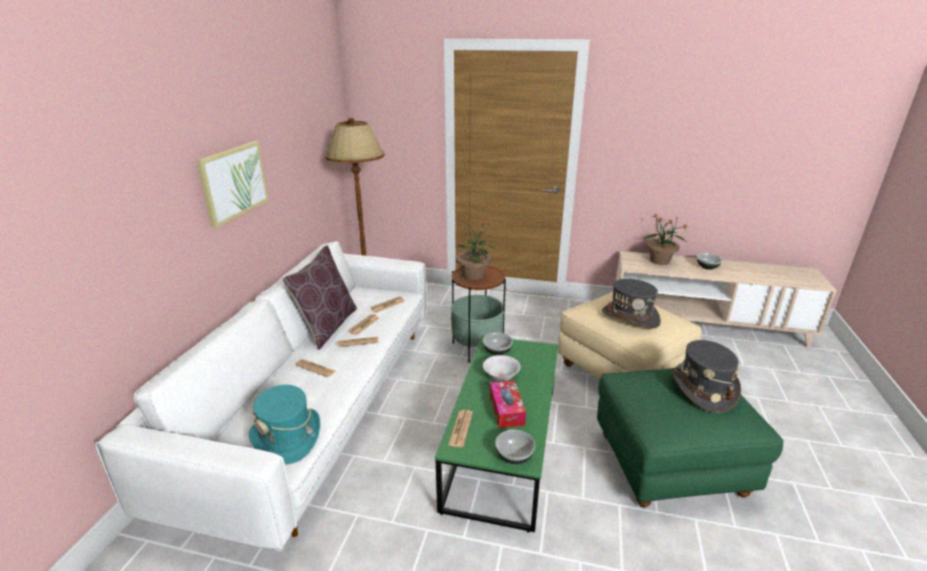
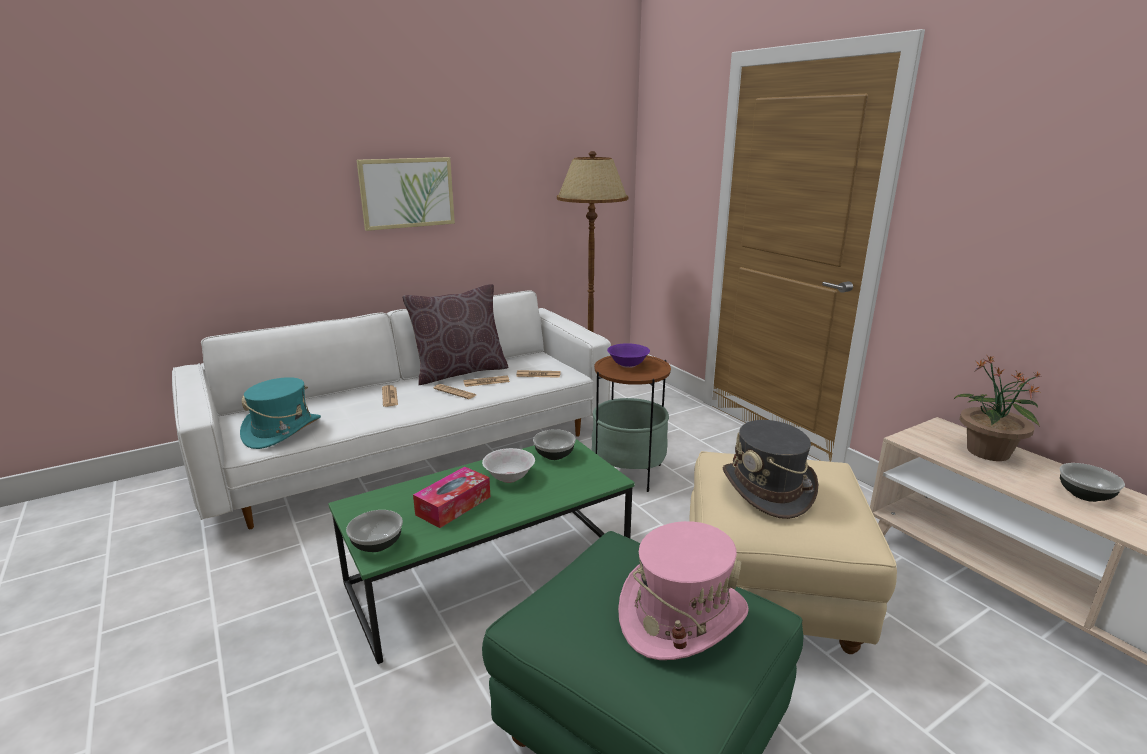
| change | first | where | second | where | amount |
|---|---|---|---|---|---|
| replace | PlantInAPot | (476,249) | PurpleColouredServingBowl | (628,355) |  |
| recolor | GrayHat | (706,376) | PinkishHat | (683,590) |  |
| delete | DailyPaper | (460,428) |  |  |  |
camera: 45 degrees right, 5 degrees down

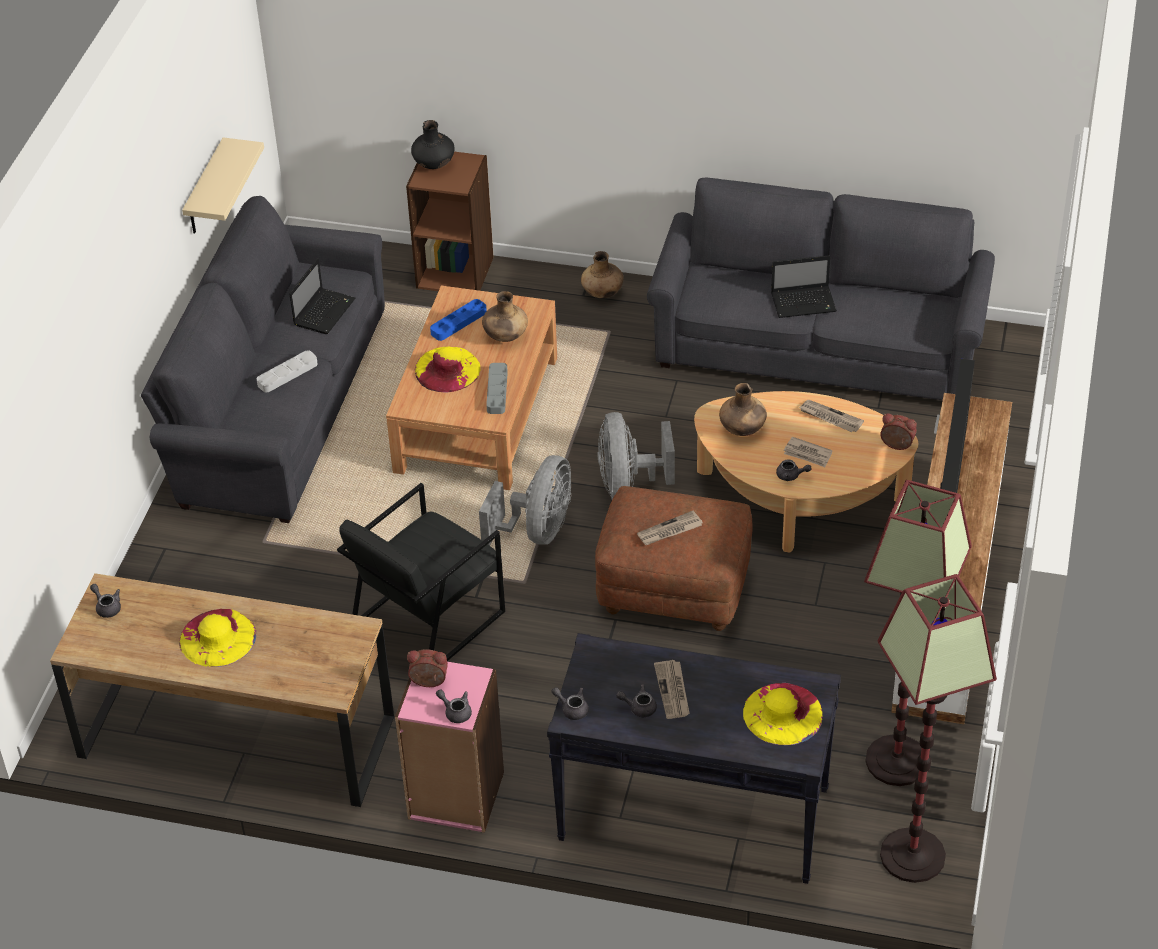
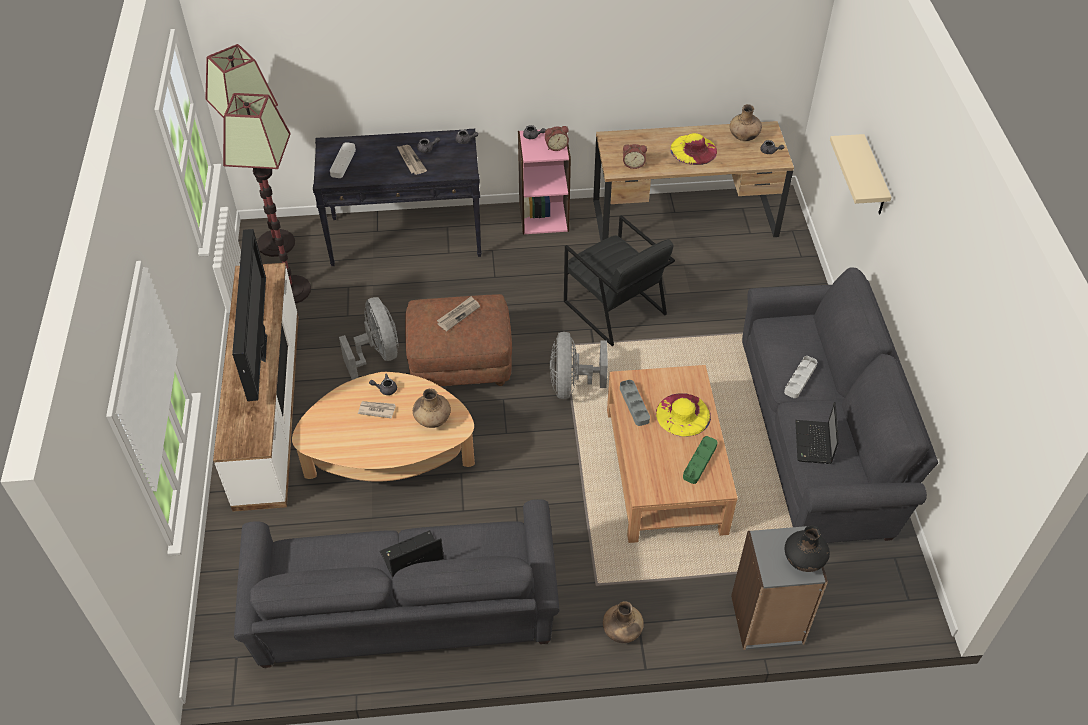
| change | first | where | second | where | amount |
|---|---|---|---|---|---|
| replace | YellowColouredHat | (783,714) | GrayCarryingTray | (343,160) |  |
| move | GrayFan | (636,455) |  | (368,338) |  |
| rotate | BlackColouredArmchair | (421,572) |  | (619,280) | 120 degrees clockwise |
| move | BedsideClock | (898,431) |  | (635,156) |  |
| recolor | BlueCarryingTray | (458,320) | GreenColouredCarryingTray | (700,460) |  |
| move | BrownishFlowerVase | (505,316) |  | (746,122) |  |
| recolor | BrownishShelvingUnit | (450,221) | GrayShelvingUnit | (779,588) |  |
| move | BeigeShelf | (223,185) |  | (861,174) |  |
| delete | DailyPaper | (831,416) |  |  |  |
camera: 160 degrees right, 5 degrees up

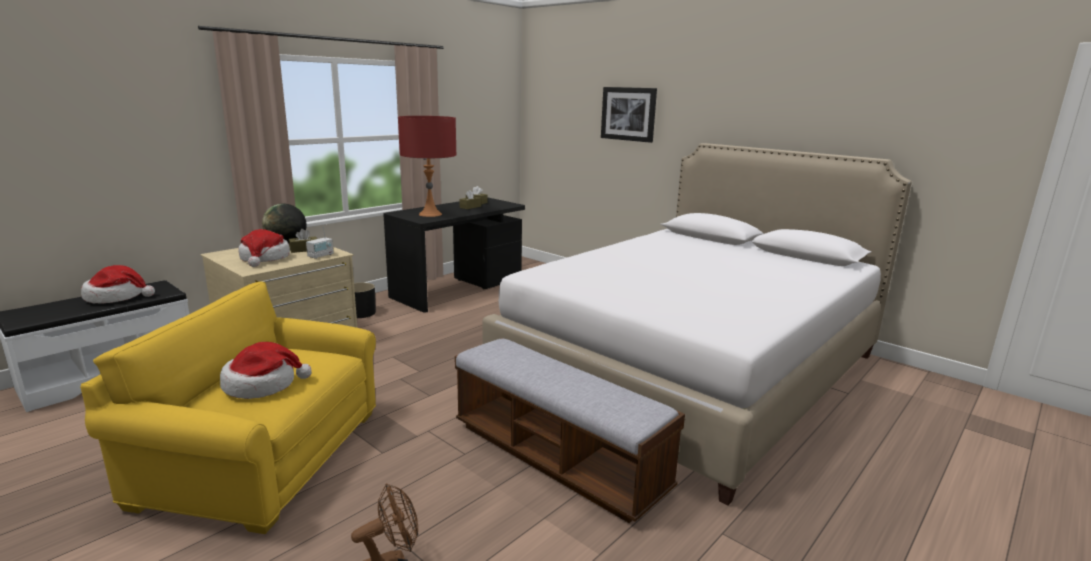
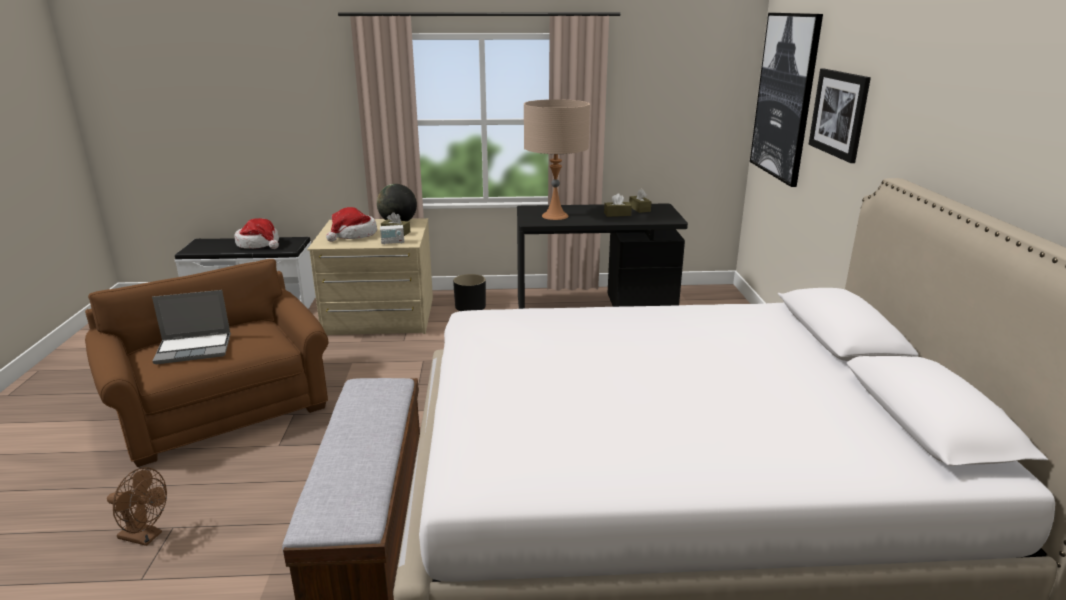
| change | first | where | second | where | amount |
|---|---|---|---|---|---|
| recolor | YellowColouredArmchair | (228,407) | BrownishArmchair | (206,363) |  |
| replace | Hat | (266,370) | PortableComputer | (191,327) |  |
| recolor | RedTableLamp | (427,166) | BeigeTableLamp | (557,159) |  |
| insert |  |  | WallArt | (786,100) |  |
camera: 45 degrees right, 5 degrees up

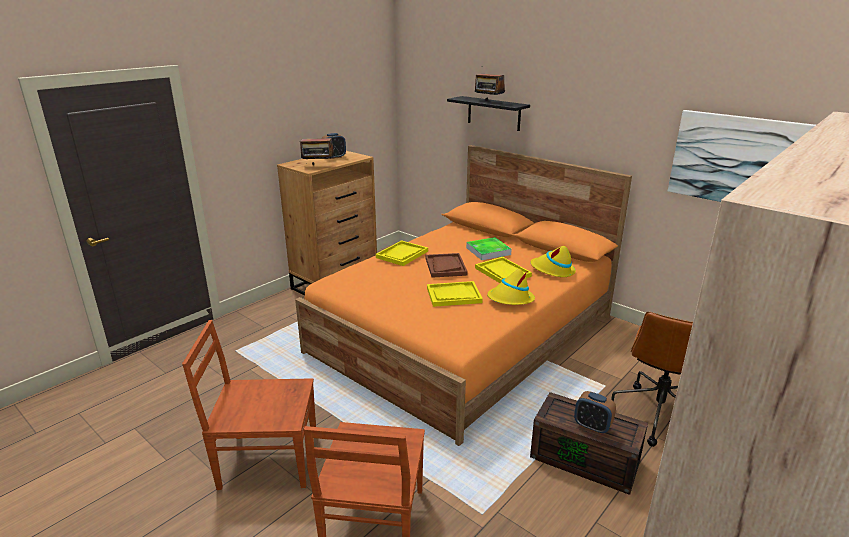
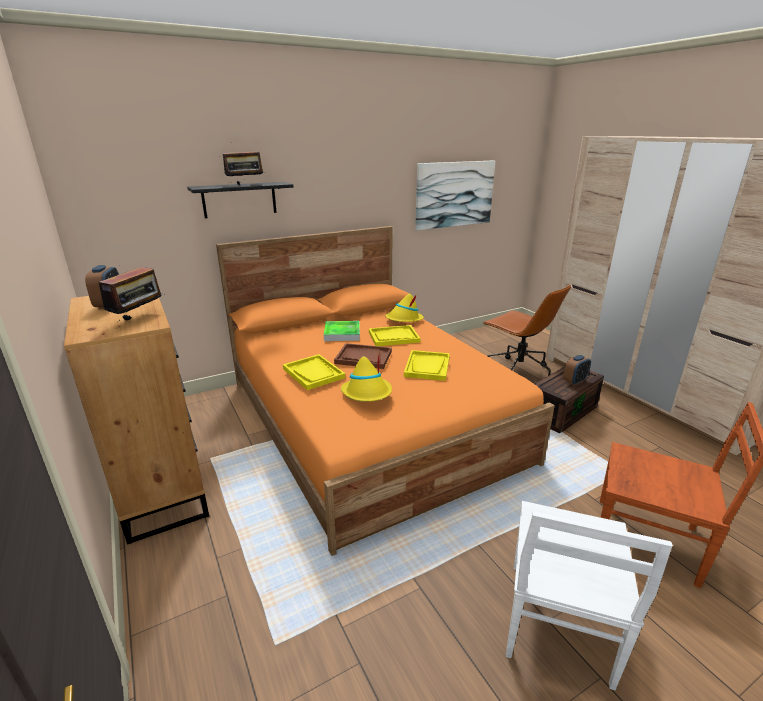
| change | first | where | second | where | amount |
|---|---|---|---|---|---|
| move | YellowColouredHat | (511,287) |  | (366,378) |  |
| recolor | BrownishPlainChair | (249,405) | WhitePlainChair | (589,595) |  |
camera: 70 degrees left, 0 degrees up

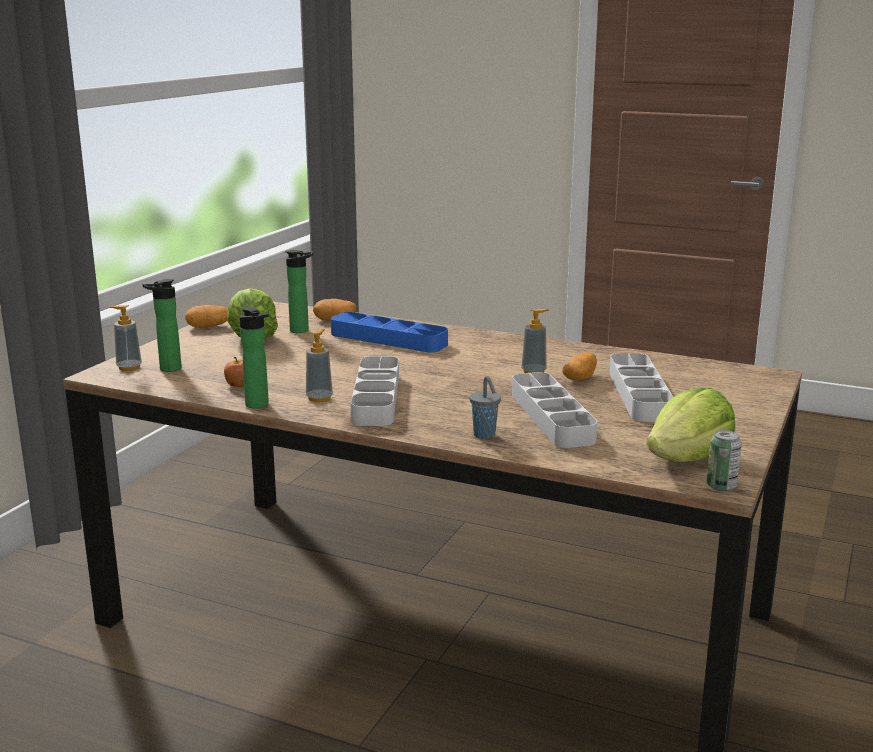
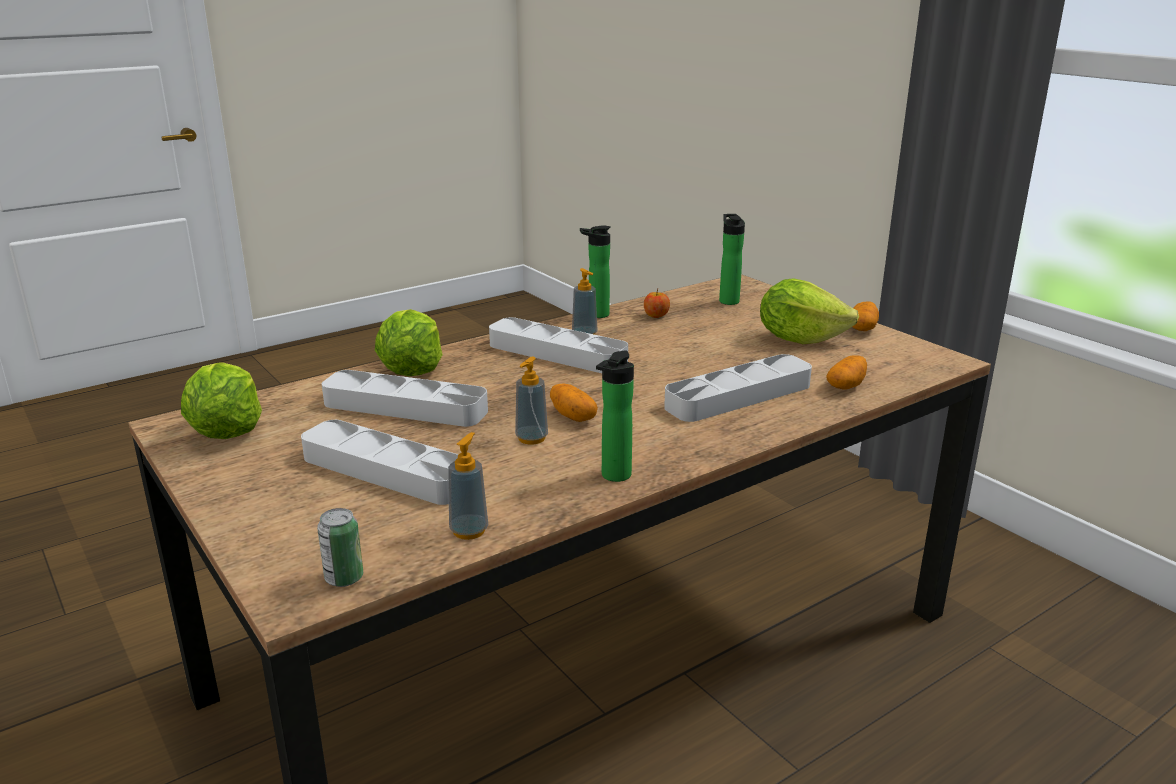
| change | first | where | second | where | amount |
|---|---|---|---|---|---|
| move | Can | (724,460) |  | (340,547) |  |
| replace | GrayDrinkingCup | (485,407) | HeadOfLettuce | (409,342) |  |
| move | SoapDispenser | (126,338) |  | (468,486) |  |
| move | WholePotato | (579,366) |  | (574,403) |  |
| move | Bottle | (299,291) |  | (615,416) |  |
| recolor | BlueCarryingTray | (389,332) | GrayCarryingTray | (738,388) |  |
camera: 120 degrees right, 5 degrees up

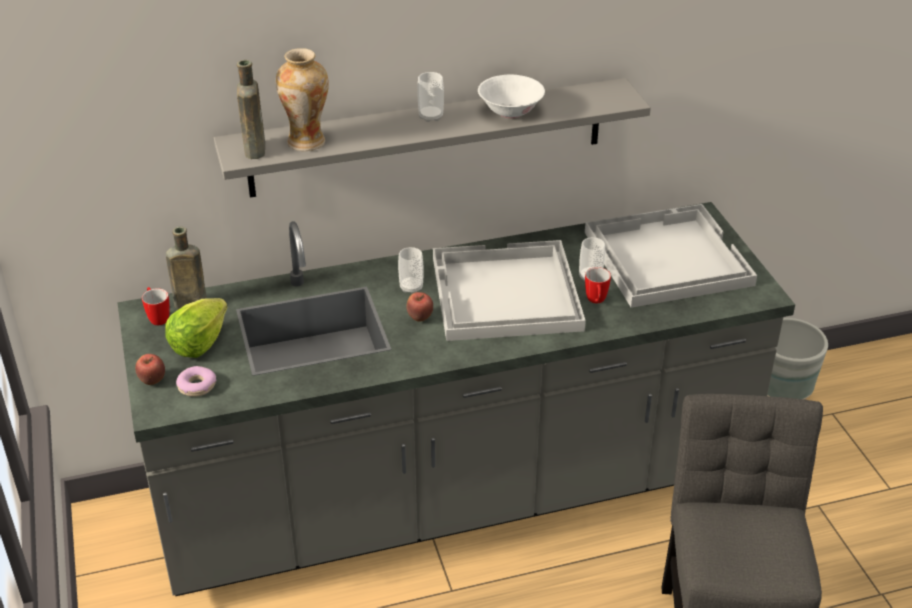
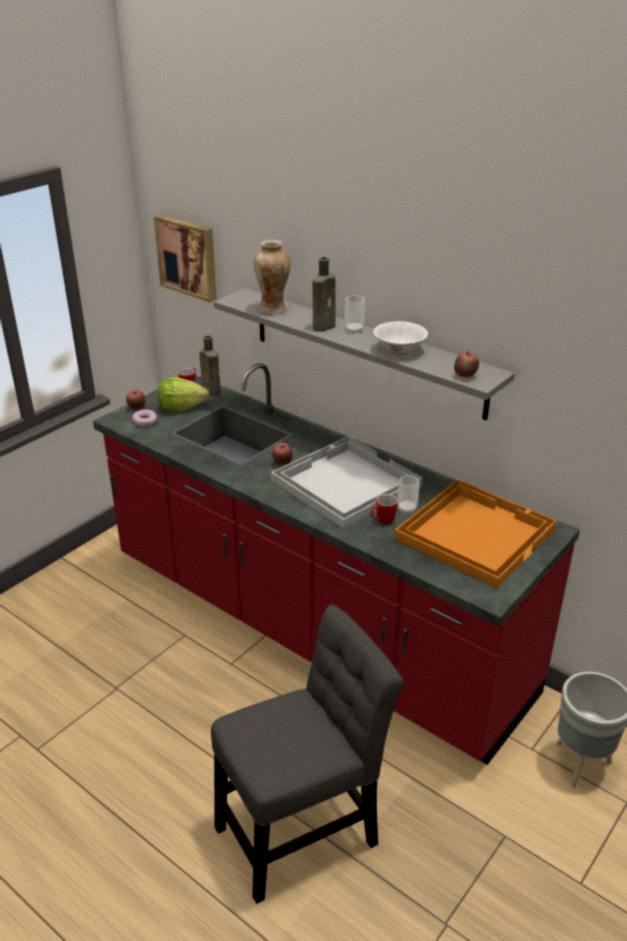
| change | first | where | second | where | amount |
|---|---|---|---|---|---|
| recolor | GrayKitchenBaseUnit | (456,399) | RedKitchenBaseUnit | (336,564) |  |
| insert |  |  | WallArt | (185,259) |  |
| move | BrownishBottle | (251,109) |  | (324,294) |  |
| recolor | WhiteCarryingTray | (671,256) | OrangeCarryingTray | (475,533) |  |
| insert |  |  | Apple | (466,364) |  |
| delete | DrinkingCup | (411,270) |  |  |  |
camera: 55 degrees right, 5 degrees down

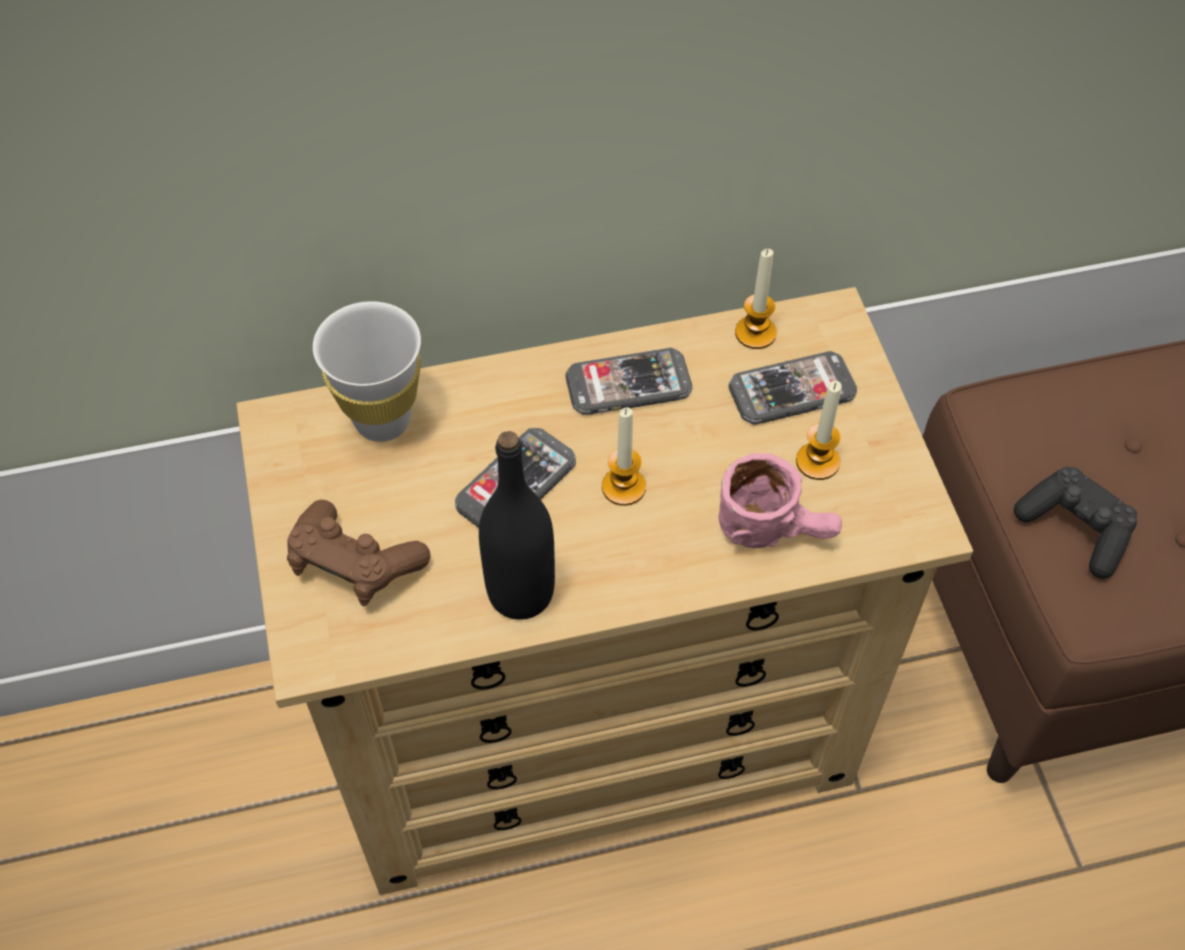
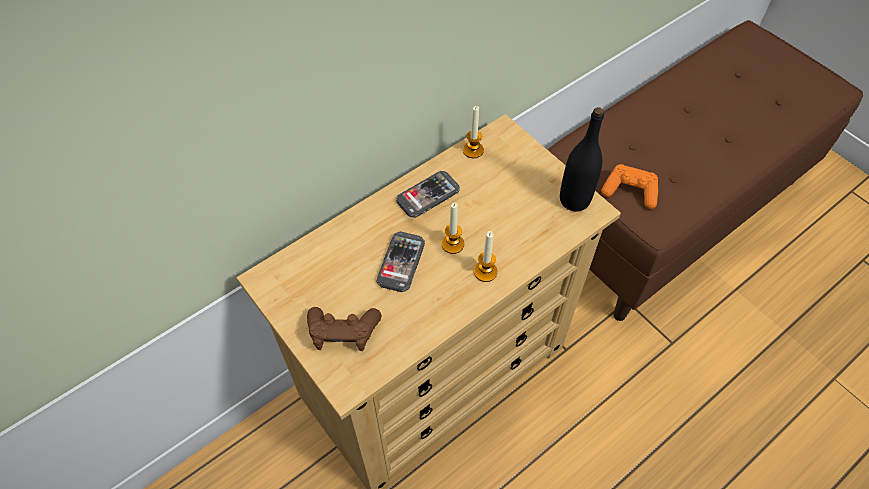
| change | first | where | second | where | amount |
|---|---|---|---|---|---|
| move | WaxLight | (819,430) |  | (485,256) |  |
| move | BlackColouredBottle | (517,525) |  | (582,159) |  |
| recolor | BlackColouredGamepad | (1075,523) | OrangeGamepad | (629,186) |  |
| delete | WhiteDrinkingCup | (367,371) |  |  |  |
| delete | PinkishCoffeeMug | (780,500) |  |  |  |
| delete | Telephone | (793,388) |  |  |  |
camera: 25 degrees left, 0 degrees up

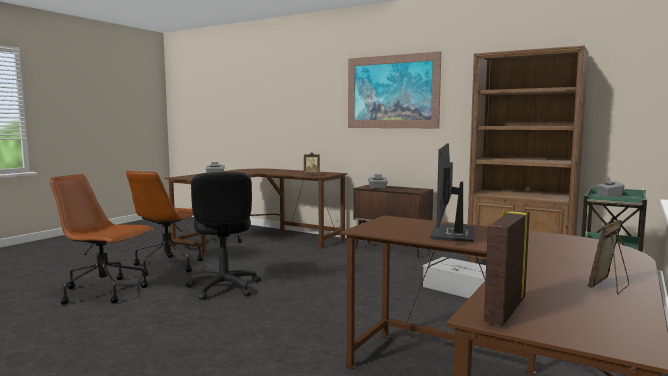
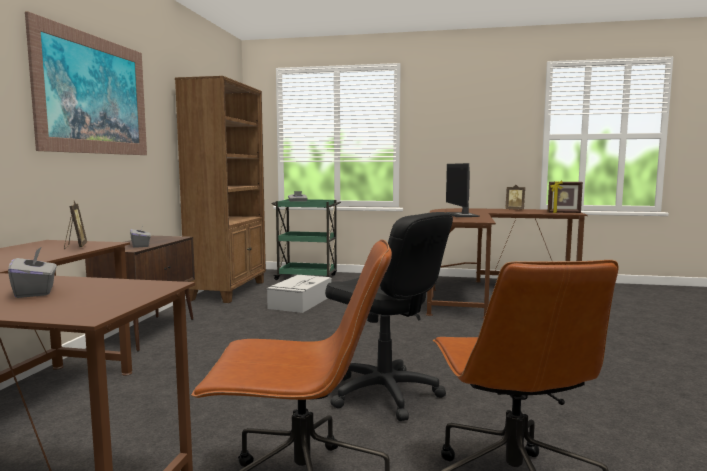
| change | first | where | second | where | amount |
|---|---|---|---|---|---|
| rotate | BlackColouredOfficeChair | (223,236) |  | (389,316) | 75 degrees clockwise |
| rotate | Monitor | (452,192) |  | (462,190) | 90 degrees clockwise |
camera: 110 degrees left, 0 degrees up

